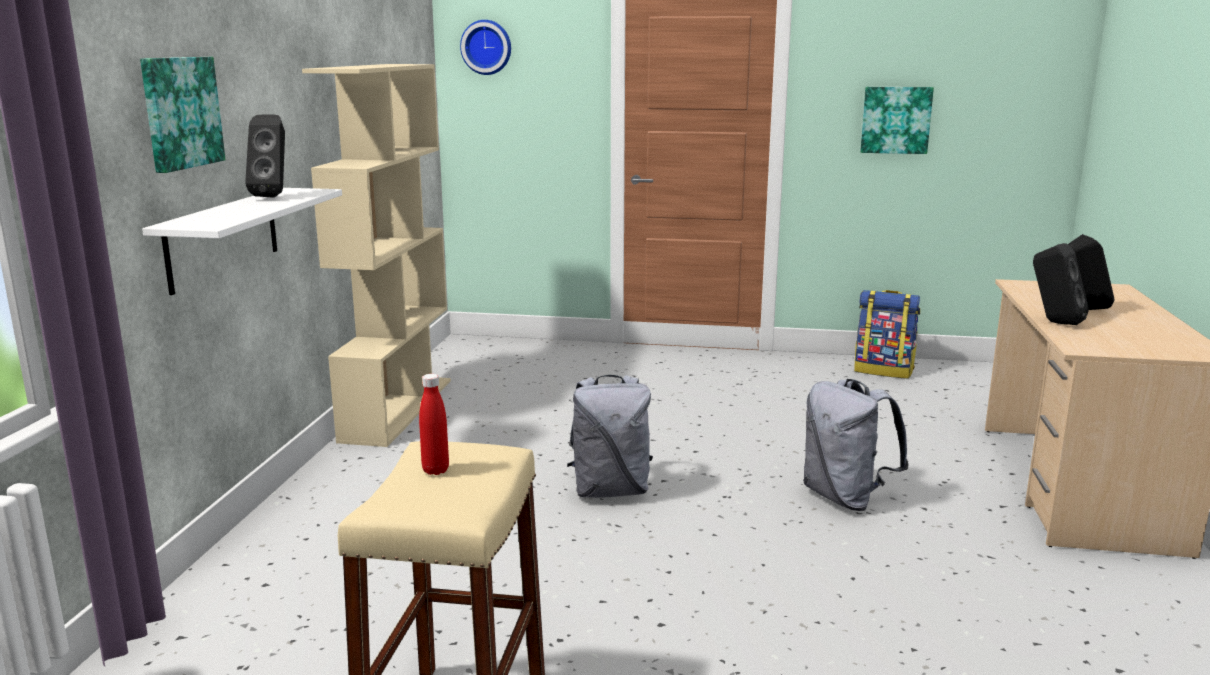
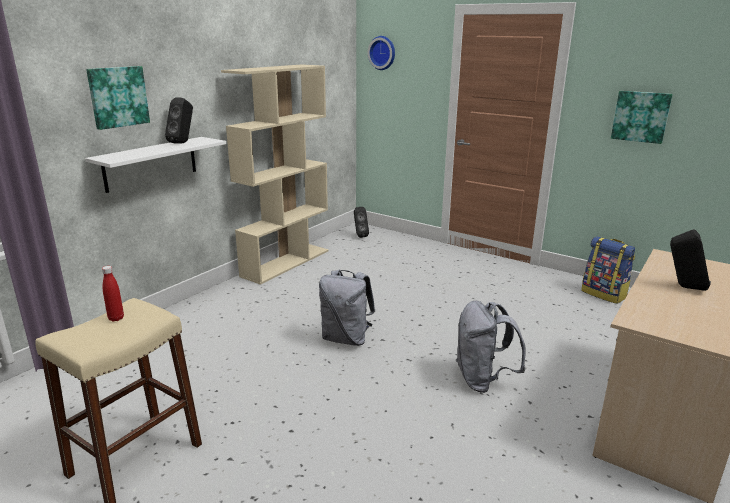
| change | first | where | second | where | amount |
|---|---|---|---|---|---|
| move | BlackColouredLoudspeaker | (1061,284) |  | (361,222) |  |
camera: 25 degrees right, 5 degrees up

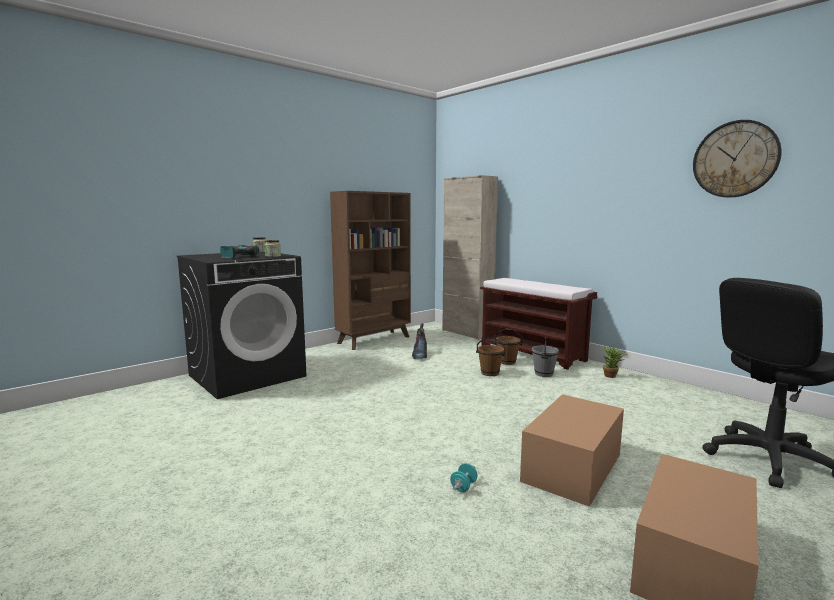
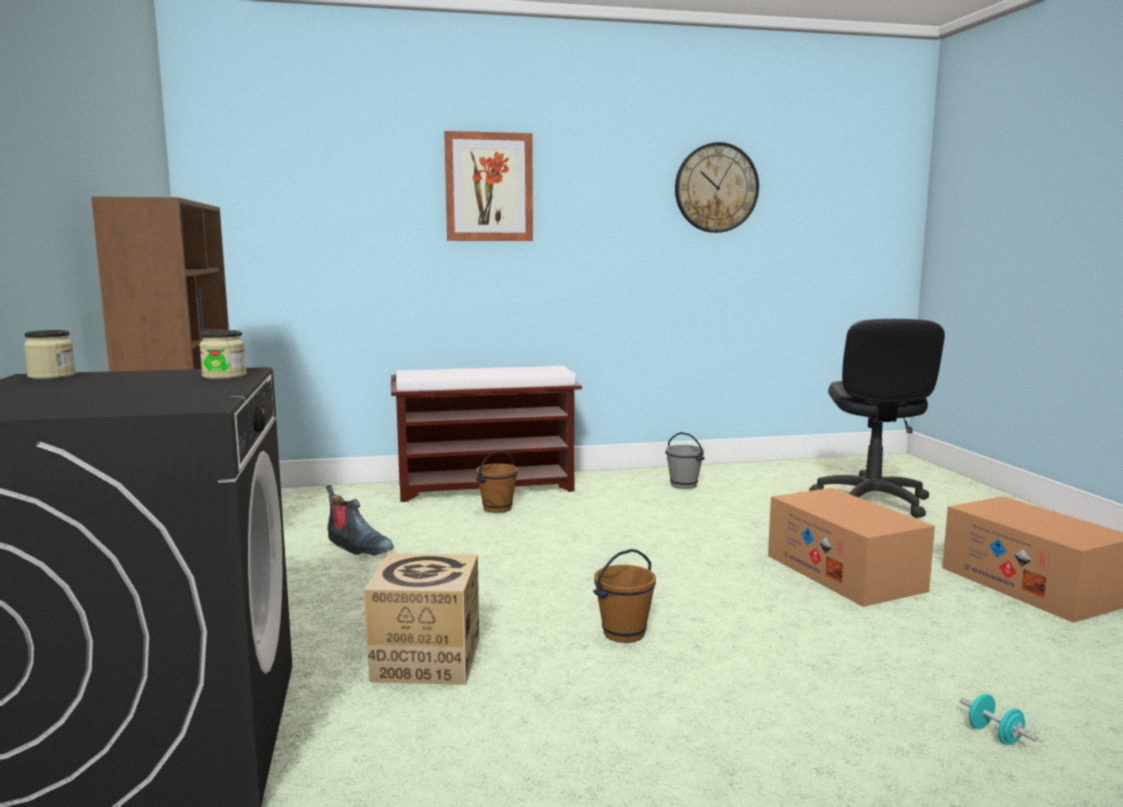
| change | first | where | second | where | amount |
|---|---|---|---|---|---|
| insert |  |  | CardboardBox | (421,619) |  |
| insert |  |  | WallArt | (488,186) |  |
| move | BrownishPail | (491,356) |  | (624,596) |  |
| move | GrayPail | (545,357) |  | (685,460) |  |
| move | BlueGreenHandWeight | (464,477) |  | (999,719) |  |
| delete | ElectricDrill | (239,252) |  |  |  |
| delete | BeigeCabinet | (470,257) |  |  |  |
| delete | PlantInAPot | (615,361) |  |  |  |
camera: 60 degrees left, 0 degrees up

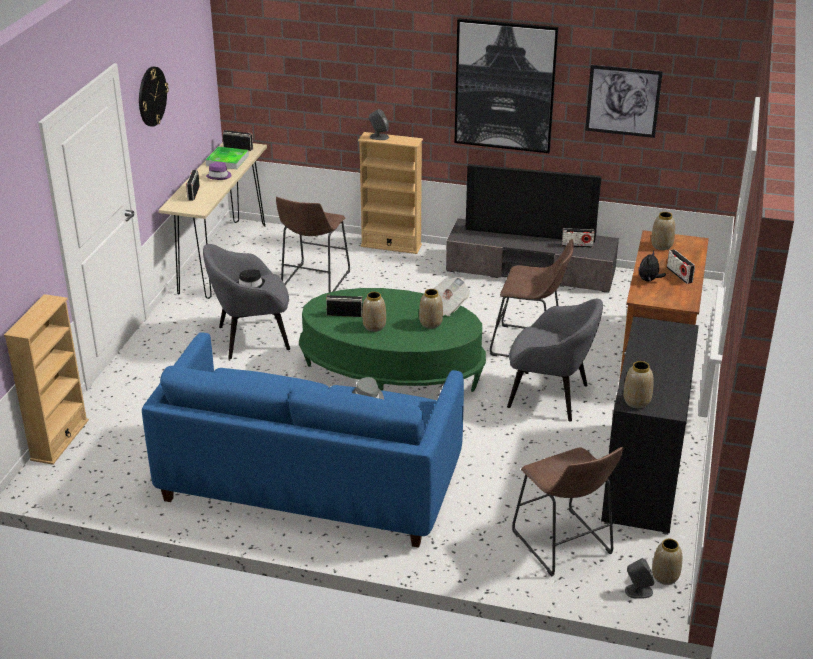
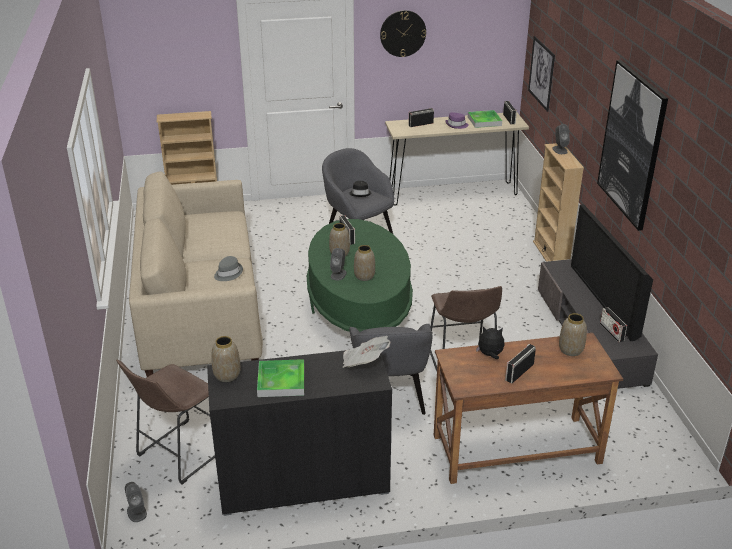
| change | first | where | second | where | amount |
|---|---|---|---|---|---|
| recolor | BlueSettee | (303,440) | BeigeSettee | (196,274) |  |
| insert |  |  | CarryingTray | (280,378) |  |
| insert |  |  | GrayLoudspeaker | (338,264) |  |
| move | DailyPaper | (451,296) |  | (366,352) |  |
| move | WallArt | (624,101) |  | (541,74) |  |
| delete | BrownishStoolSeat | (313,244) |  |  |  |
| delete | FlowerVase | (667,562) |  |  |  |
camera: 65 degrees right, 0 degrees up

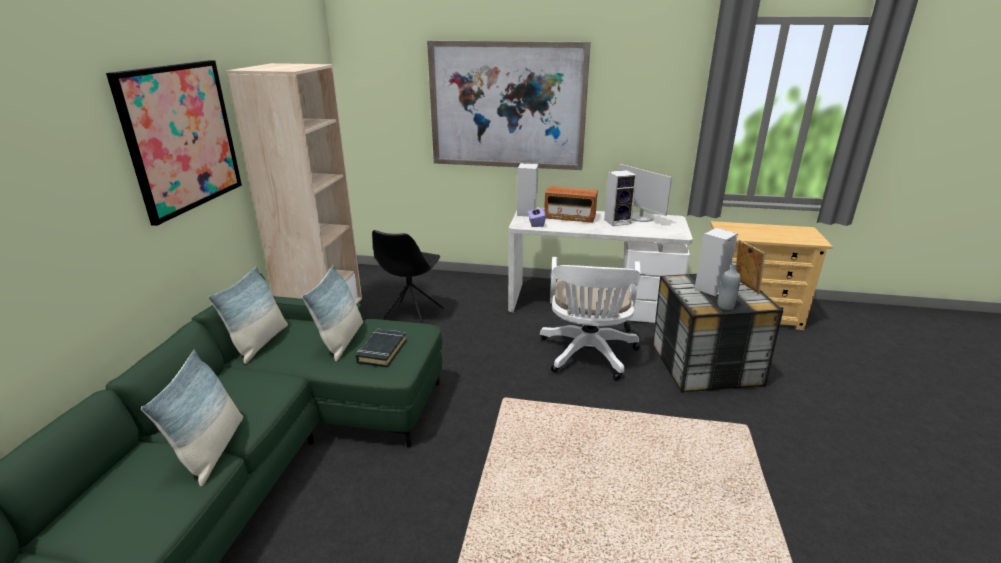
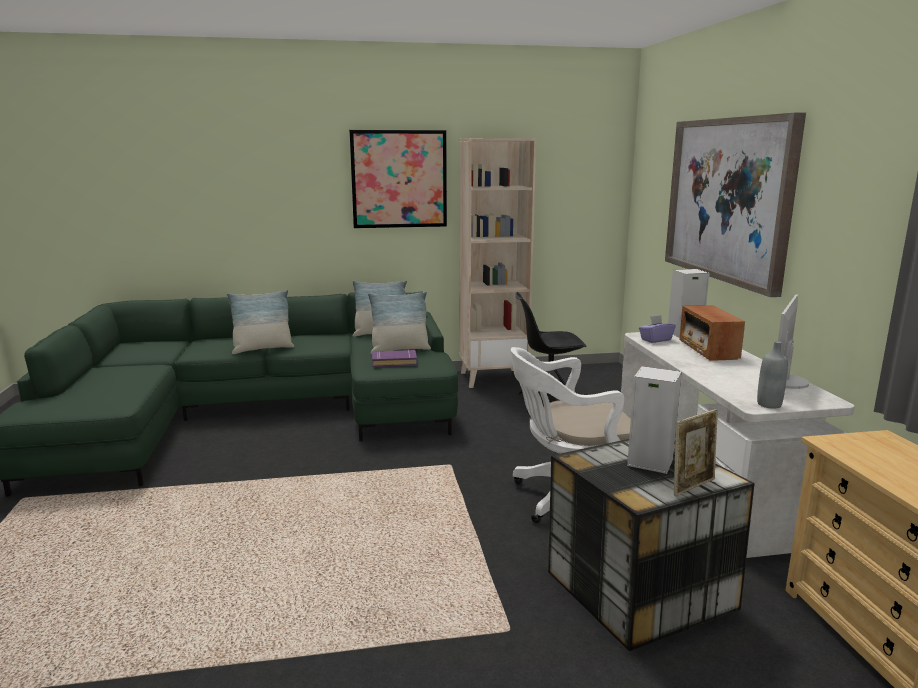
| change | first | where | second | where | amount |
|---|---|---|---|---|---|
| recolor | BlackColouredBook | (381,348) | PurpleColouredBook | (394,358) |  |
| move | GrayBottle | (728,286) |  | (772,375) |  |
| delete | Loudspeaker | (620,198) |  |  |  |
camera: 70 degrees right, 10 degrees down

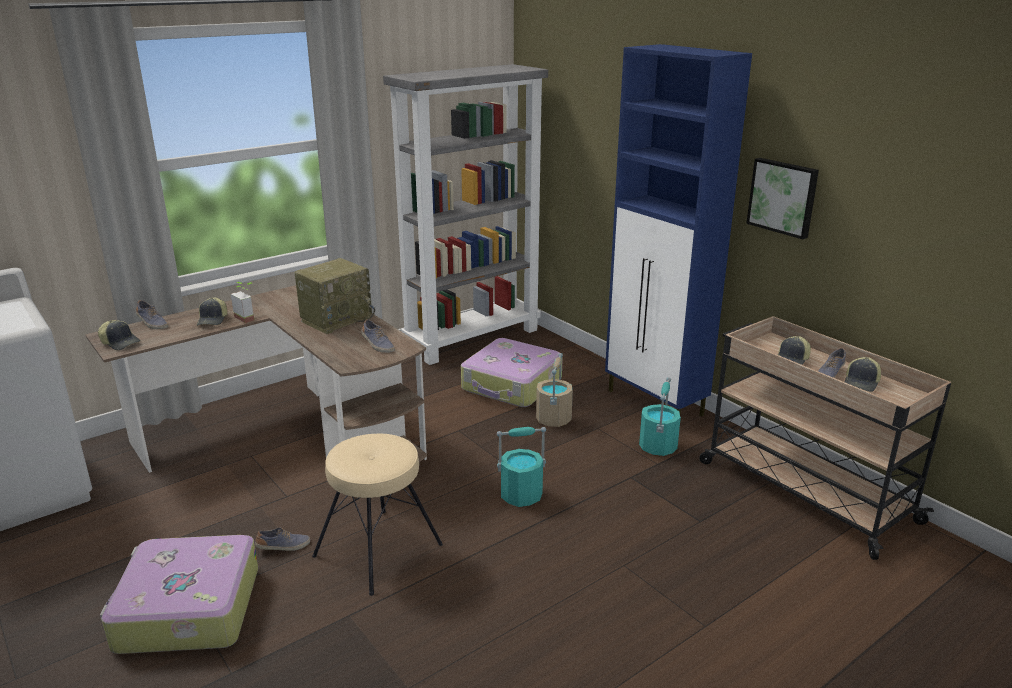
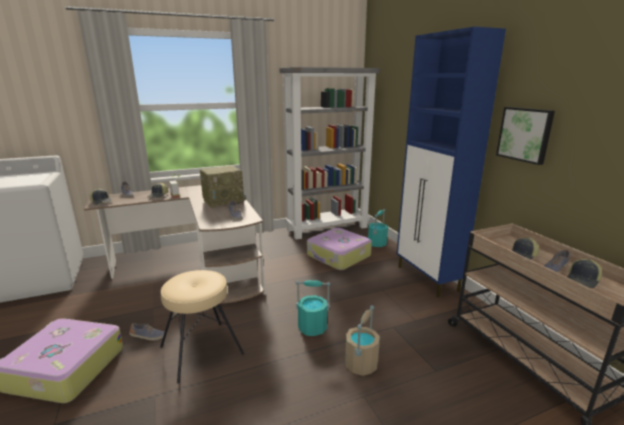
| change | first | where | second | where | amount |
|---|---|---|---|---|---|
| move | BeigePail | (554,390) |  | (362,340) |  |
| move | BlueGreenPail | (660,416) |  | (378,228) |  |
camera: 15 degrees right, 5 degrees down

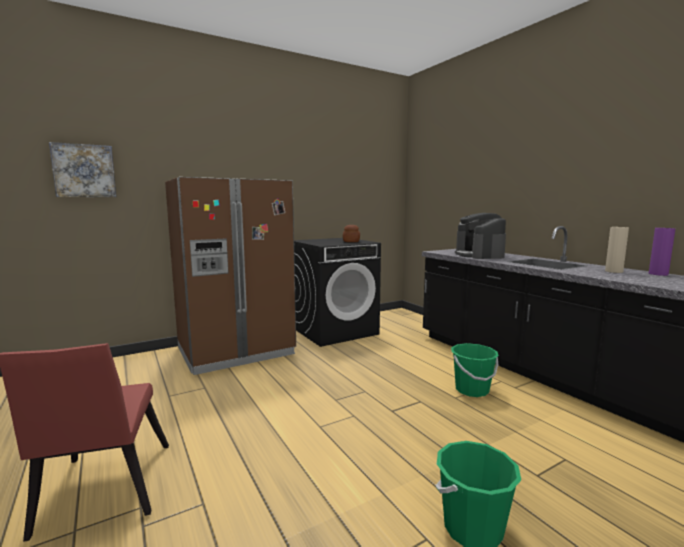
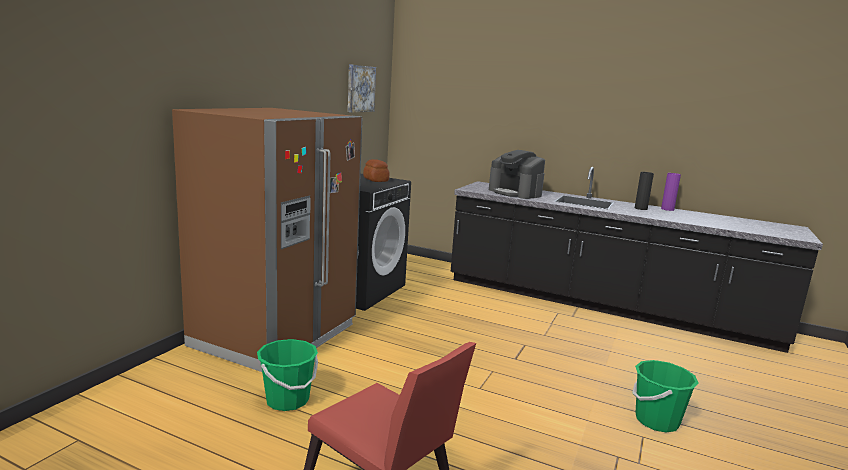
| change | first | where | second | where | amount |
|---|---|---|---|---|---|
| move | GreenColouredPail | (475,370) |  | (287,375) |  |
| move | WallArt | (83,169) |  | (362,88) |  |
| recolor | BeigeFlowerVase | (617,250) | BlackColouredFlowerVase | (644,191) |  |
camera: 35 degrees left, 5 degrees up

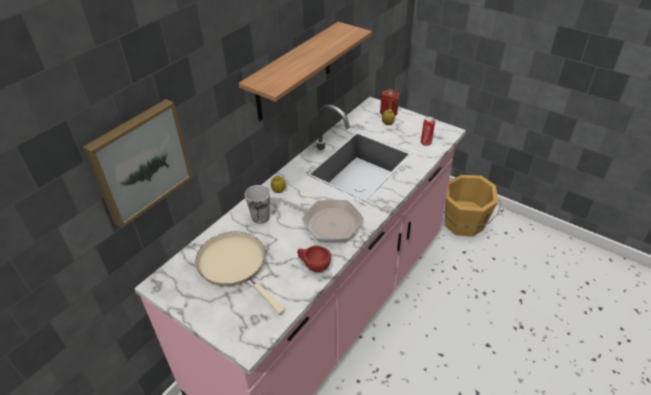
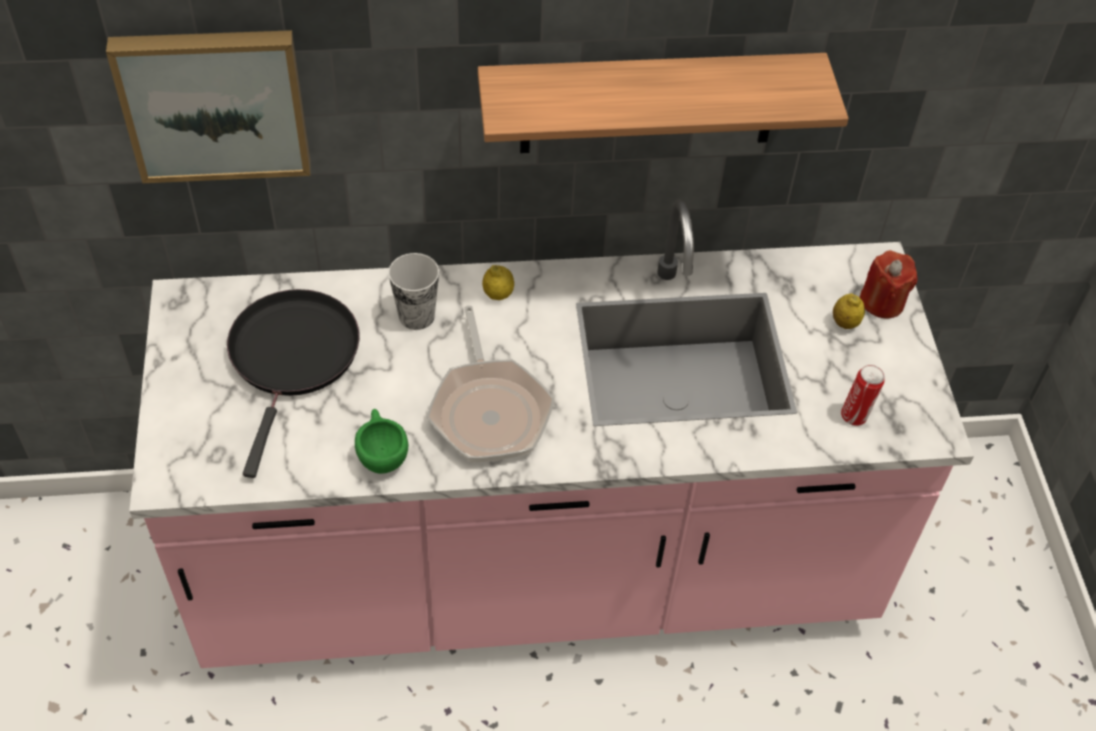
| change | first | where | second | where | amount |
|---|---|---|---|---|---|
| recolor | BeigeFryingPan | (239,273) | BlackColouredFryingPan | (293,383) |  |
| recolor | RedDrinkingCup | (314,258) | GreenColouredDrinkingCup | (381,441) |  |
| delete | OrangePail | (472,206) |  |  |  |
camera: 45 degrees right, 10 degrees up

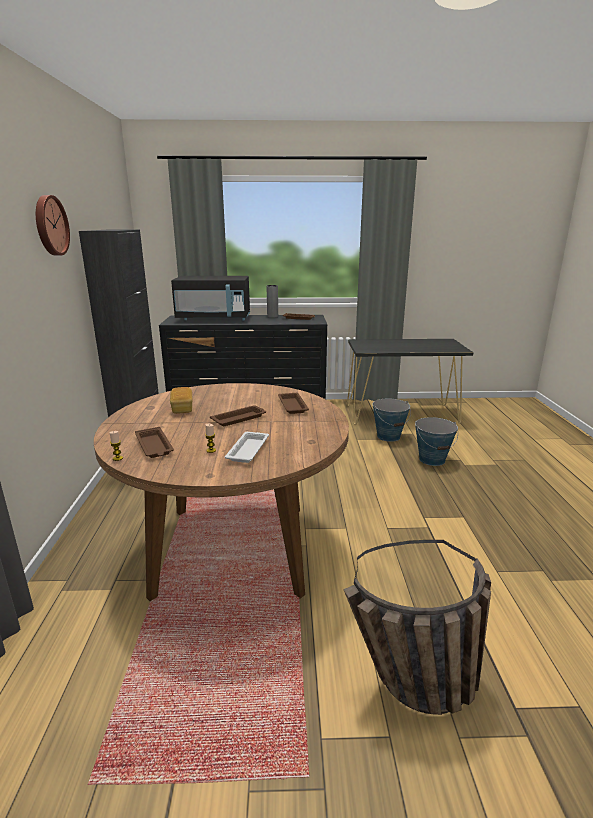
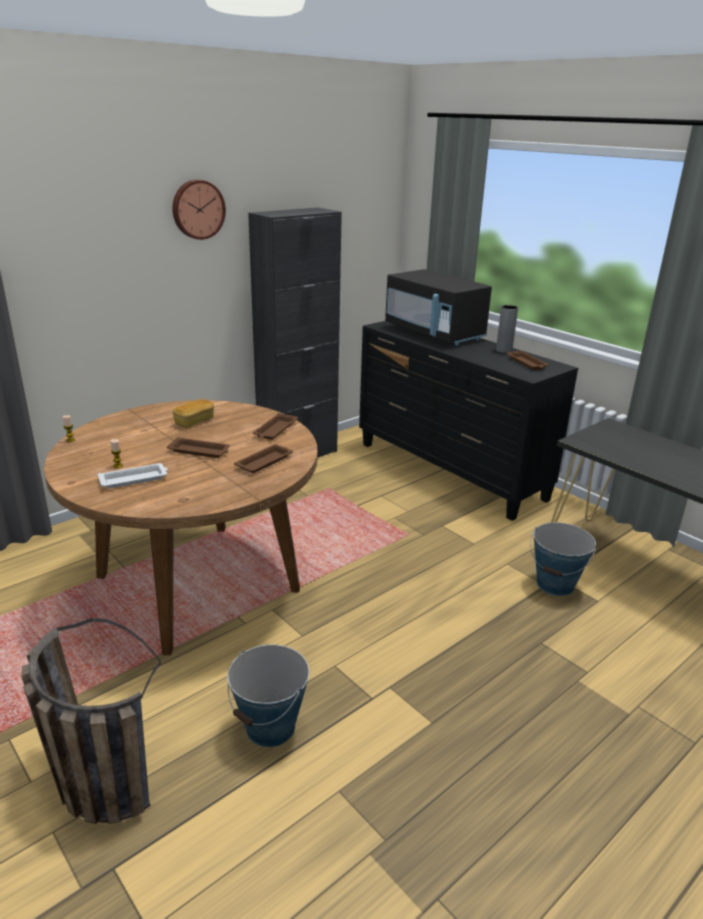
| change | first | where | second | where | amount |
|---|---|---|---|---|---|
| move | Pail | (436,441) |  | (268,695) |  |
| move | BrownishCarryingTray | (154,442) |  | (275,426) |  |
camera: 50 degrees right, 5 degrees up

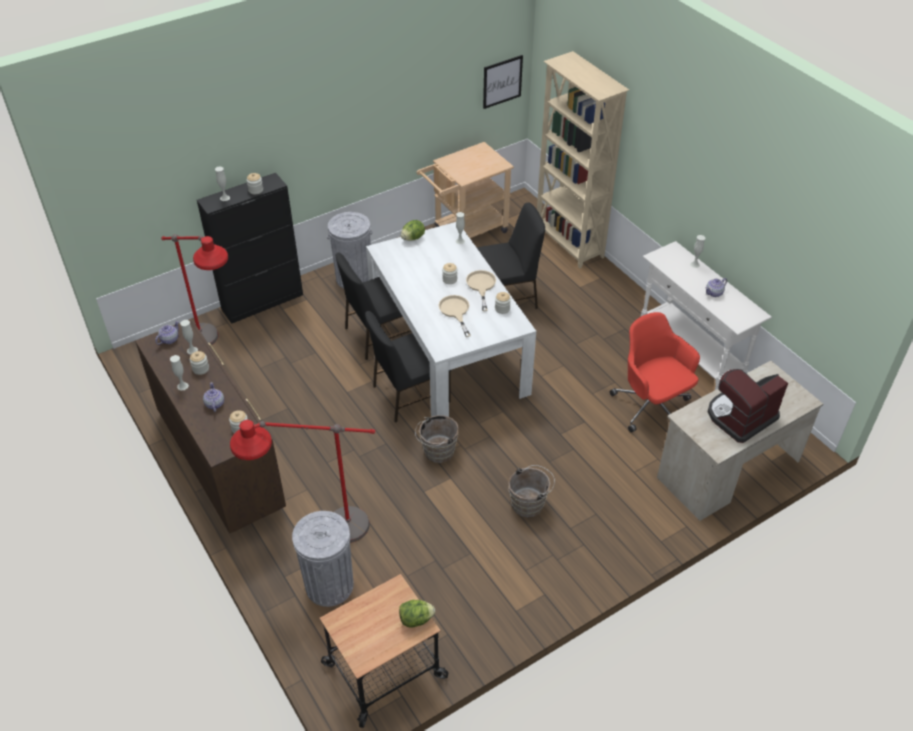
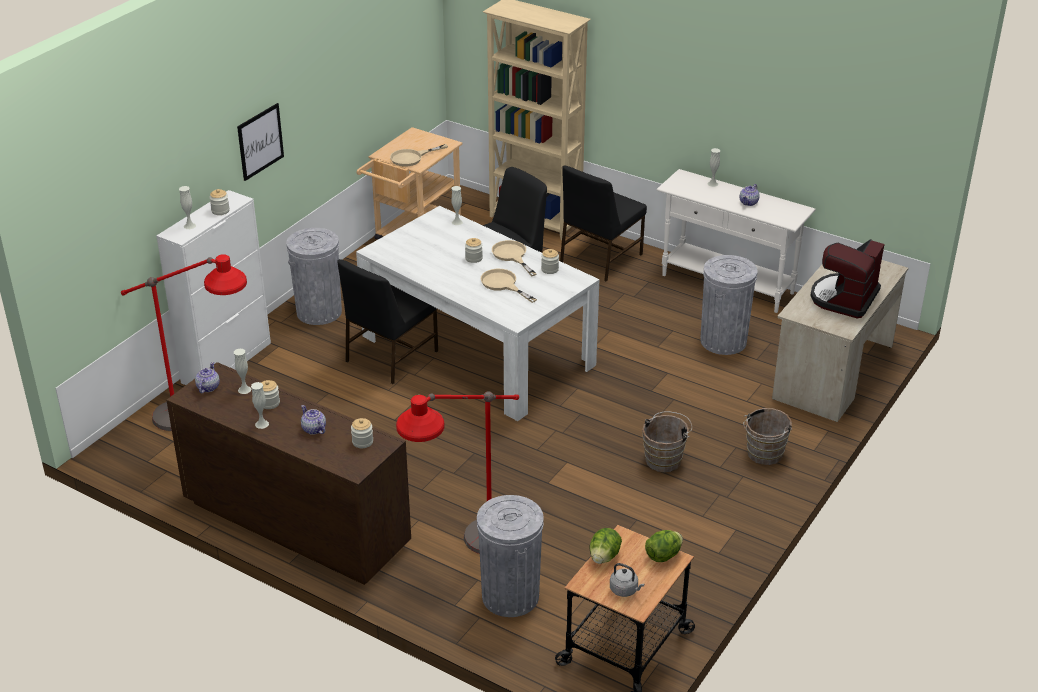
| change | first | where | second | where | amount |
|---|---|---|---|---|---|
| recolor | BlackColouredCabinet | (250,248) | WhiteCabinet | (213,287) |  |
| move | WallArt | (503,82) |  | (260,142) |  |
| insert |  |  | BeigeFryingPan | (419,155) |  |
| move | BlackColouredPlainChair | (408,367) |  | (603,224) |  |
| move | HeadOfLettuce | (413,230) |  | (605,546) |  |
| insert |  |  | GrayTeaKettle | (627,580) |  |
| replace | RedOfficeChair | (655,372) | GrayRubbishBin | (729,305) |  |
| move | BrownishPail | (437,439) |  | (767,436) |  |
camera: 25 degrees left, 10 degrees down

